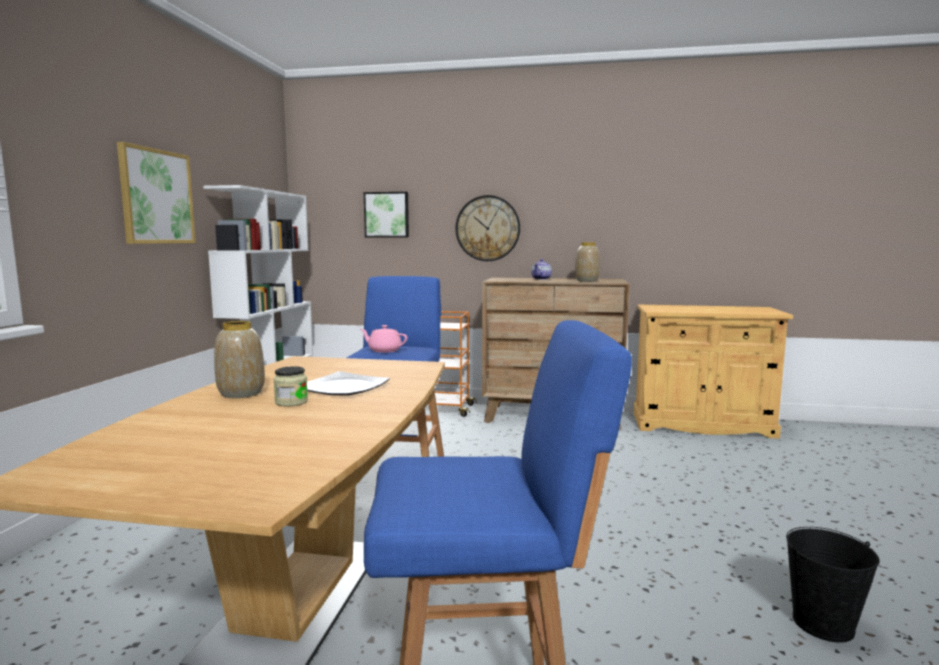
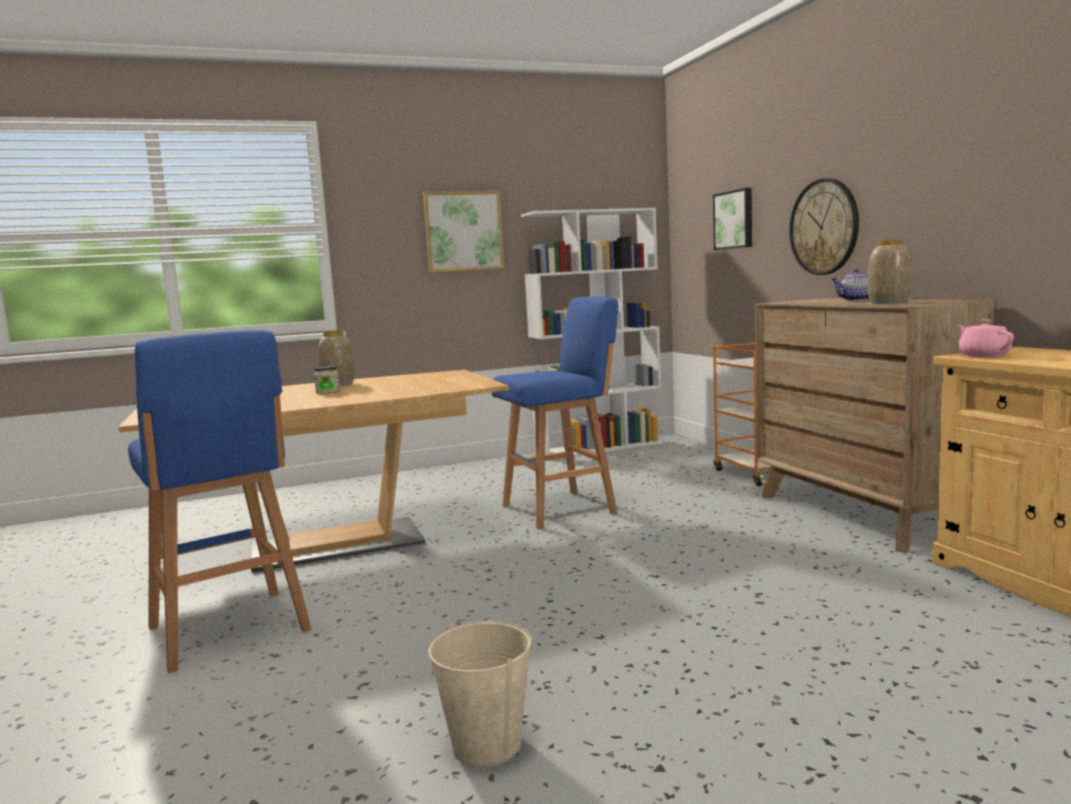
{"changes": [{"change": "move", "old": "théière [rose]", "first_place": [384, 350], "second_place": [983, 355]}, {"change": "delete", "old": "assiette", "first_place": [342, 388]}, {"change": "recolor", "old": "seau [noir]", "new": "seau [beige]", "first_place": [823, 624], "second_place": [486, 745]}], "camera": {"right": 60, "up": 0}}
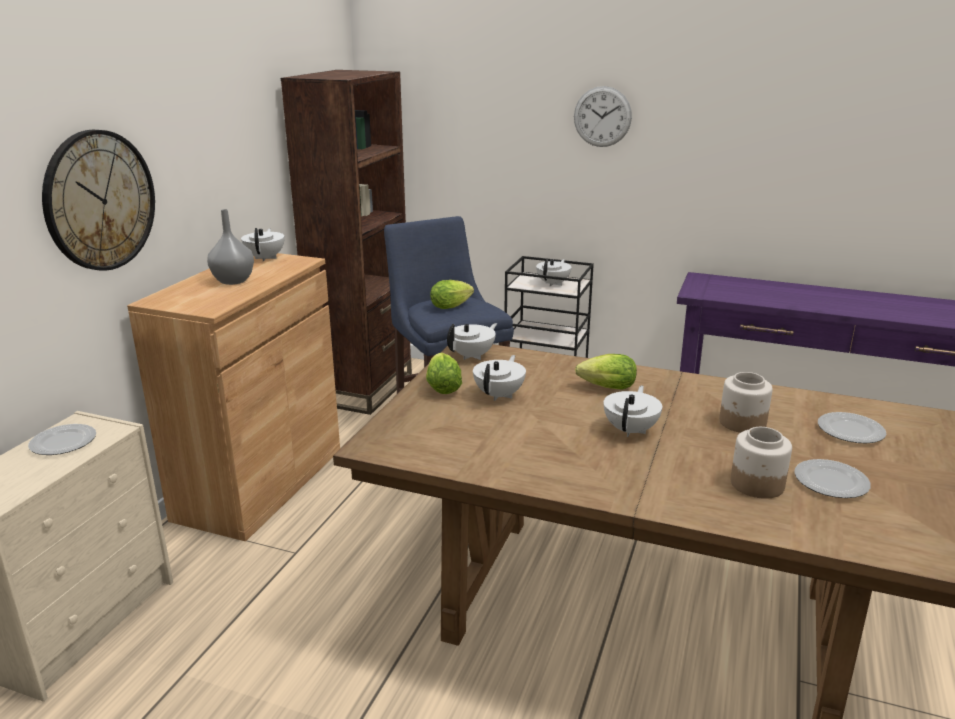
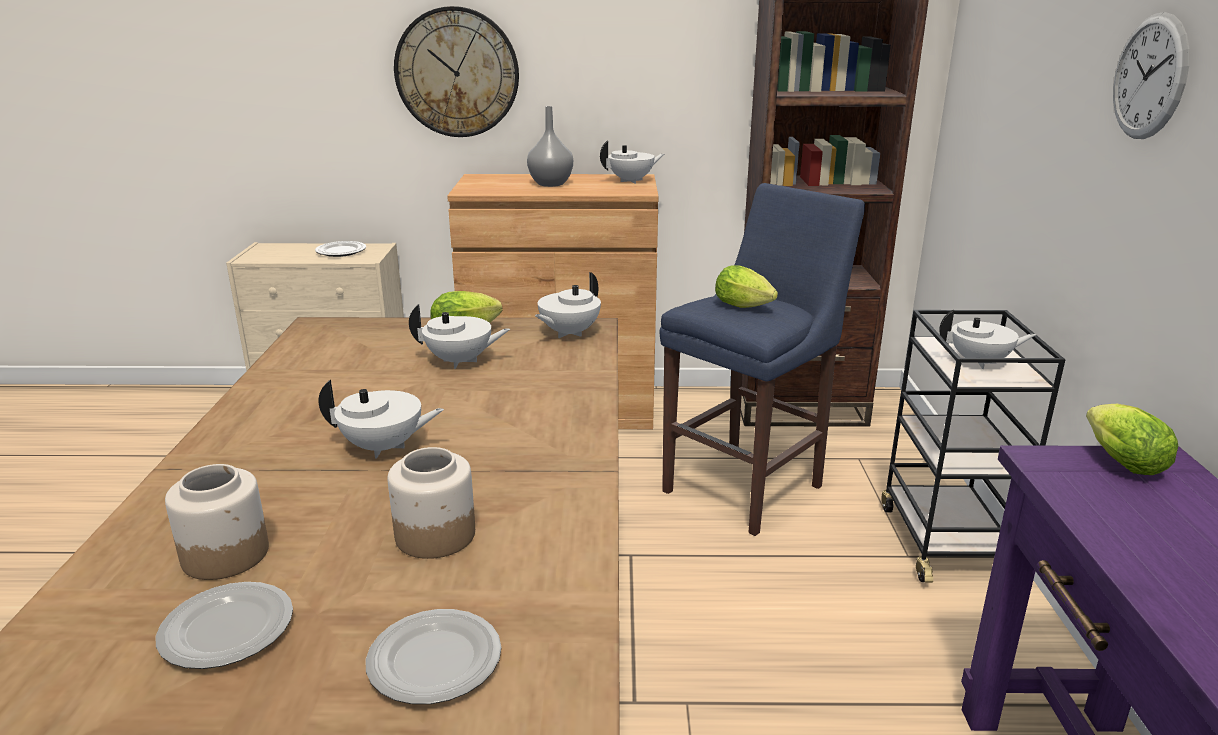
{"changes": [{"change": "rotate", "old": "théière [blanc]", "first_place": [472, 356], "second_place": [568, 333], "degrees": 105}, {"change": "move", "old": "laitue", "first_place": [604, 388], "second_place": [1118, 460]}], "camera": {"right": 70, "up": 0}}
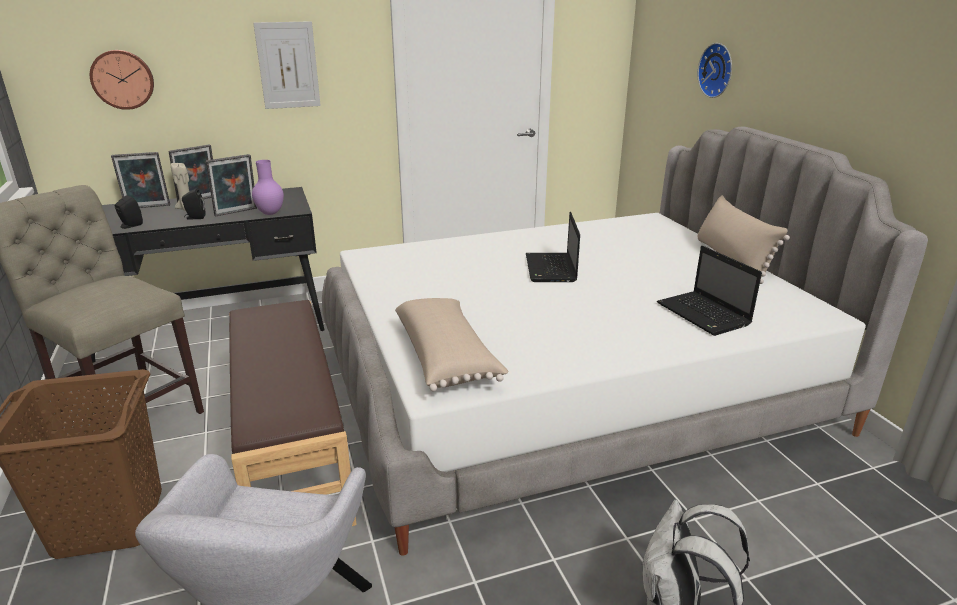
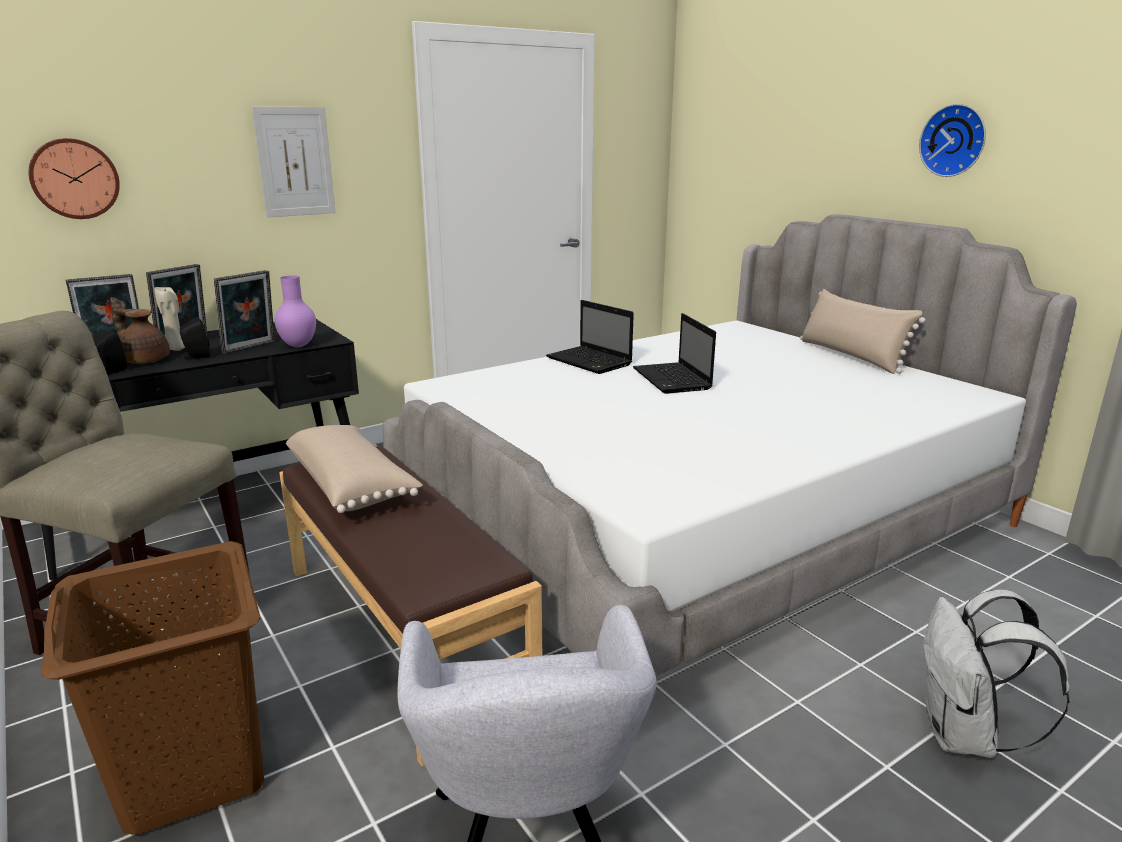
{"changes": [{"change": "move", "old": "horloge murale", "first_place": [718, 70], "second_place": [954, 140]}, {"change": "move", "old": "ordinateur portable", "first_place": [704, 315], "second_place": [590, 362]}, {"change": "move", "old": "coussin [beige]", "first_place": [447, 357], "second_place": [352, 486]}, {"change": "insert", "new": "théière [marron]", "second_place": [145, 360]}], "camera": {"right": -15, "up": -5}}
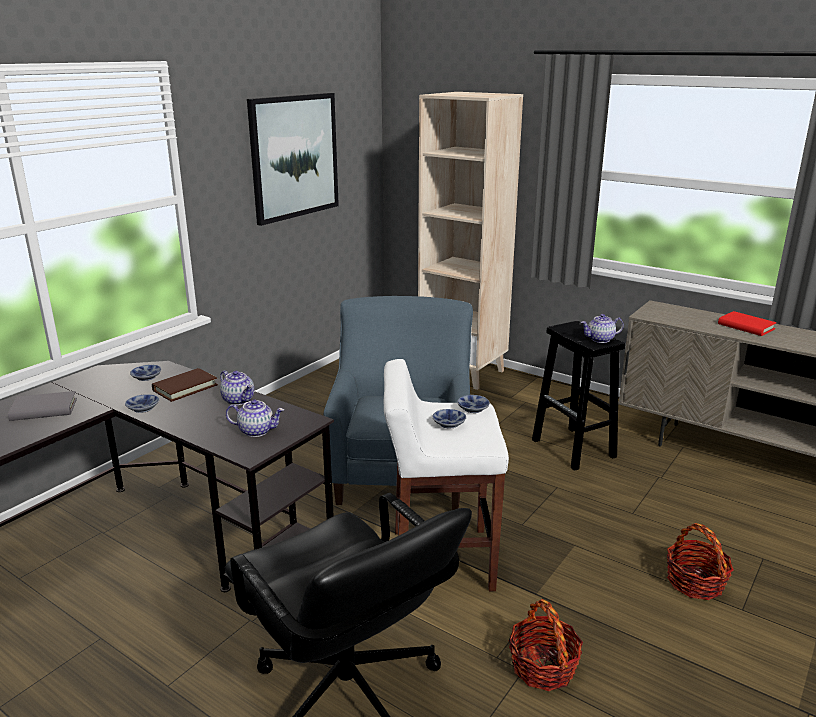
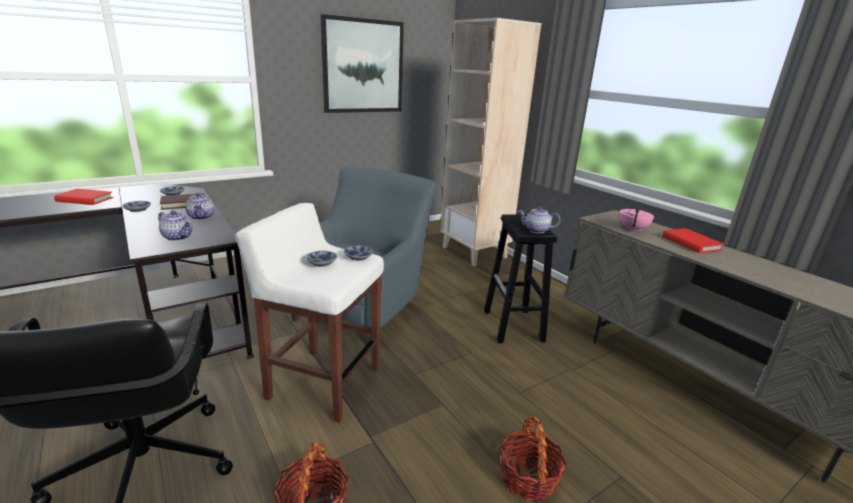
{"changes": [{"change": "recolor", "old": "livre [gris]", "new": "livre [rouge]", "first_place": [44, 410], "second_place": [85, 199]}, {"change": "insert", "new": "théière [rose]", "second_place": [633, 229]}], "camera": {"right": 20, "up": 0}}
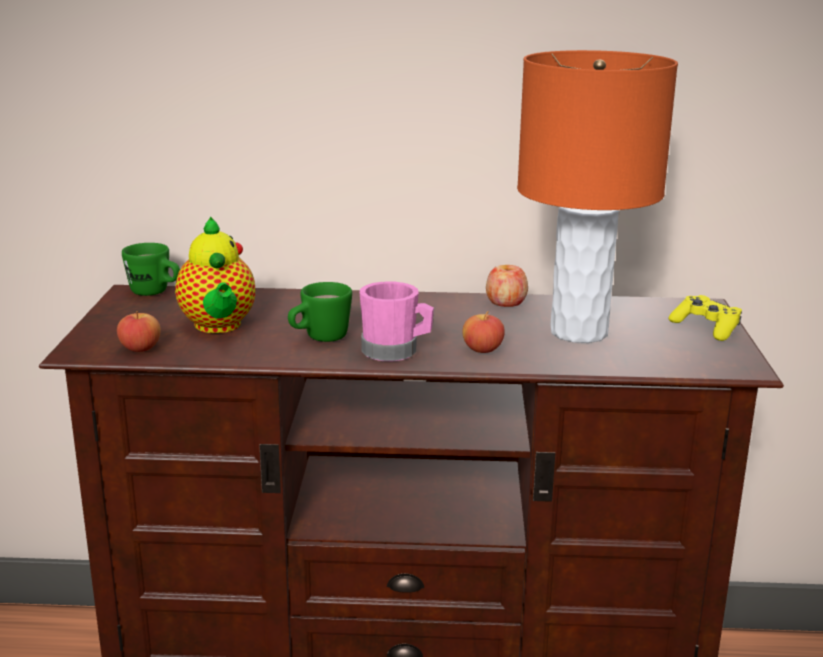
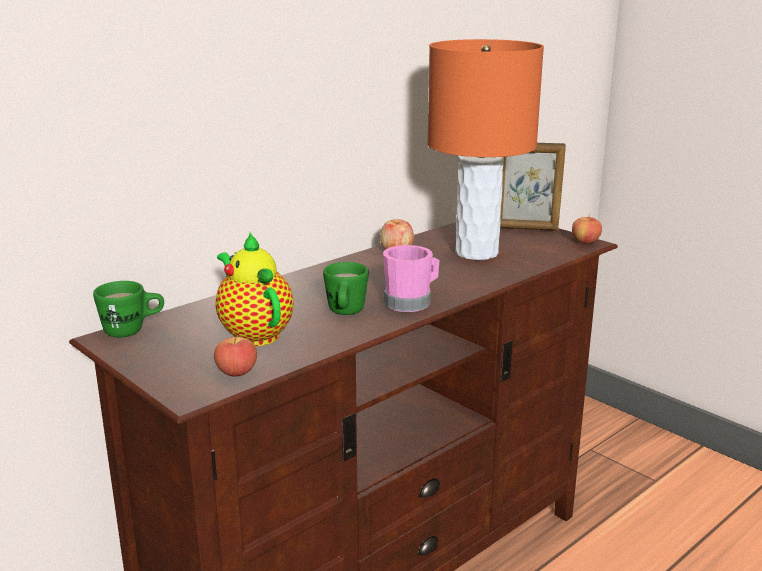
{"changes": [{"change": "rotate", "old": "théière", "first_place": [218, 326], "second_place": [254, 333], "degrees": -150}, {"change": "replace", "old": "manette [jaune]", "new": "cadre photo", "first_place": [706, 328], "second_place": [525, 228]}, {"change": "move", "old": "pomme", "first_place": [482, 349], "second_place": [585, 241]}], "camera": {"right": -45, "up": 0}}
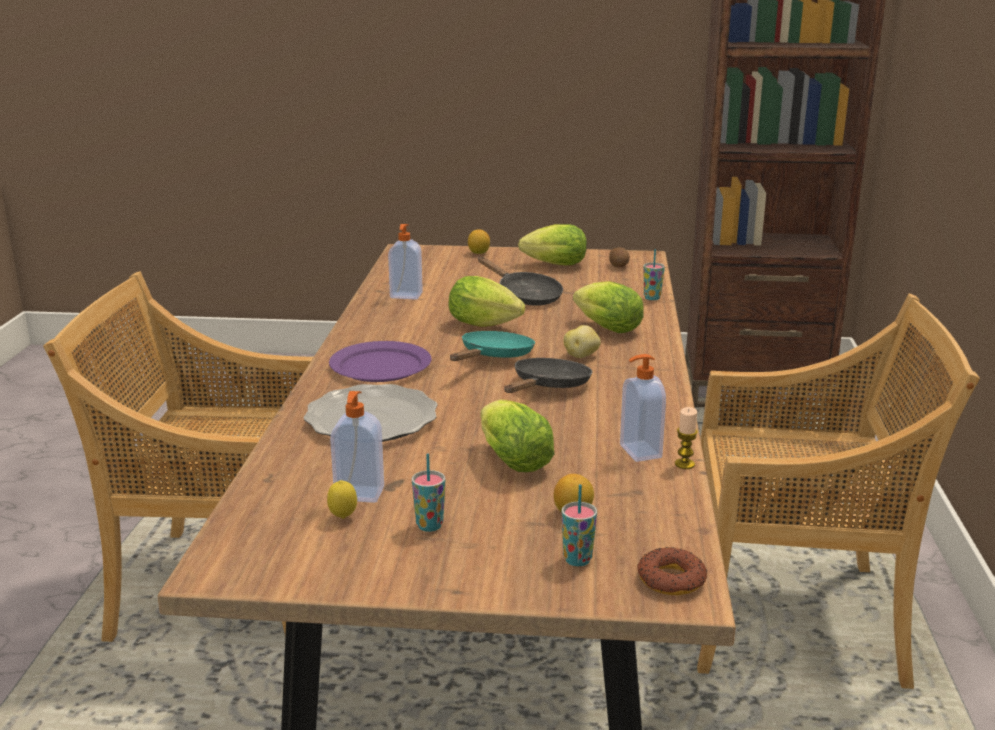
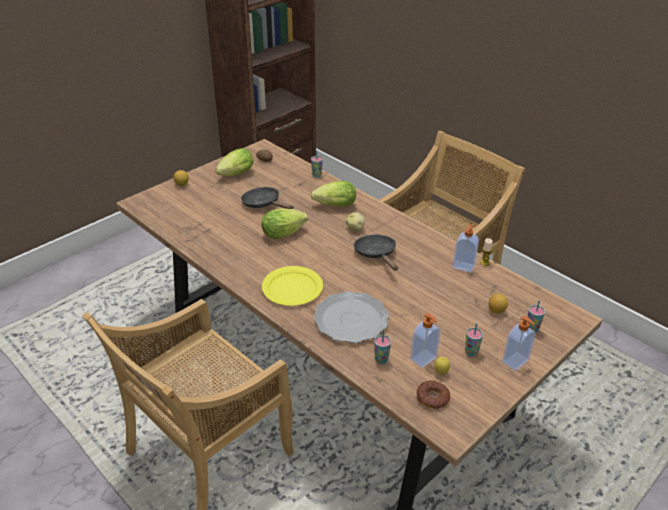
{"changes": [{"change": "move", "old": "distributeur de savon", "first_place": [406, 296], "second_place": [516, 362]}, {"change": "rotate", "old": "poêle [noir]", "first_place": [525, 296], "second_place": [264, 204], "degrees": -135}, {"change": "delete", "old": "poêle [turquoise]", "first_place": [494, 357]}, {"change": "recolor", "old": "assiette [violet]", "new": "assiette [jaune]", "first_place": [381, 366], "second_place": [293, 288]}, {"change": "delete", "old": "laitue", "first_place": [510, 460]}, {"change": "move", "old": "beignet", "first_place": [670, 579], "second_place": [432, 398]}, {"change": "insert", "new": "tasse", "second_place": [381, 360]}], "camera": {"right": -50, "up": 15}}
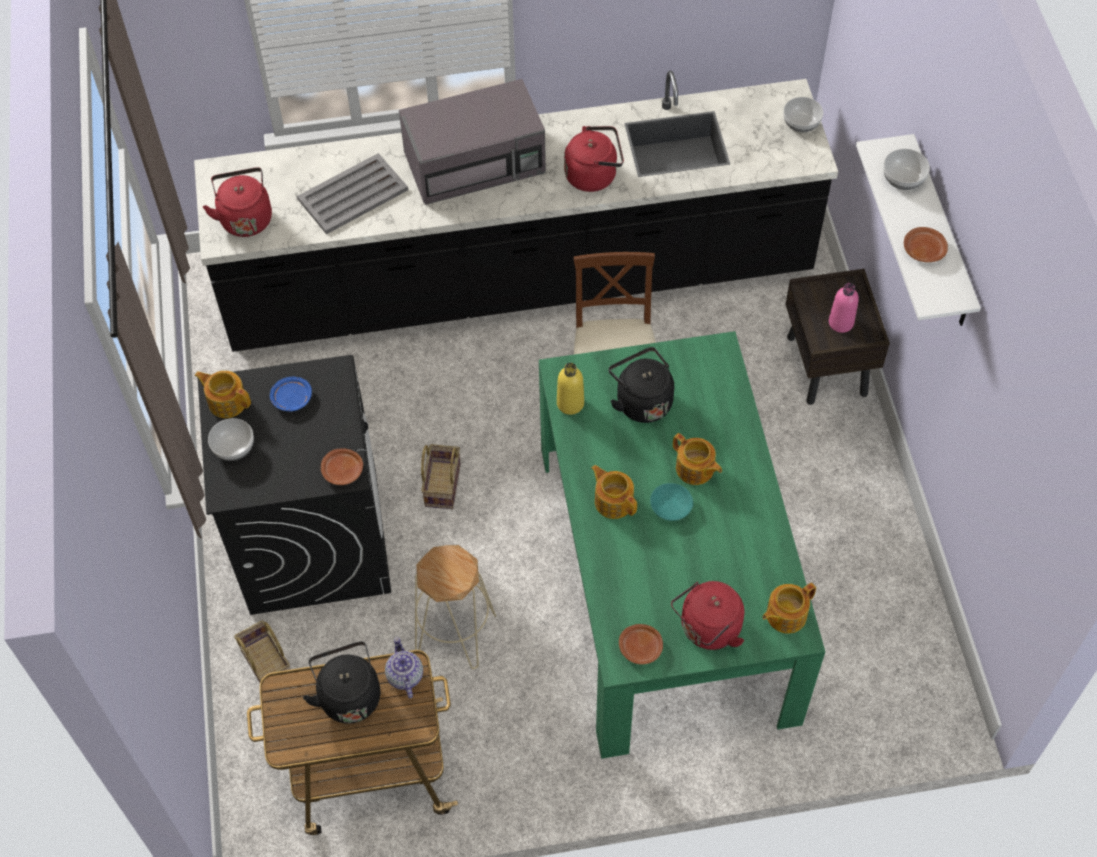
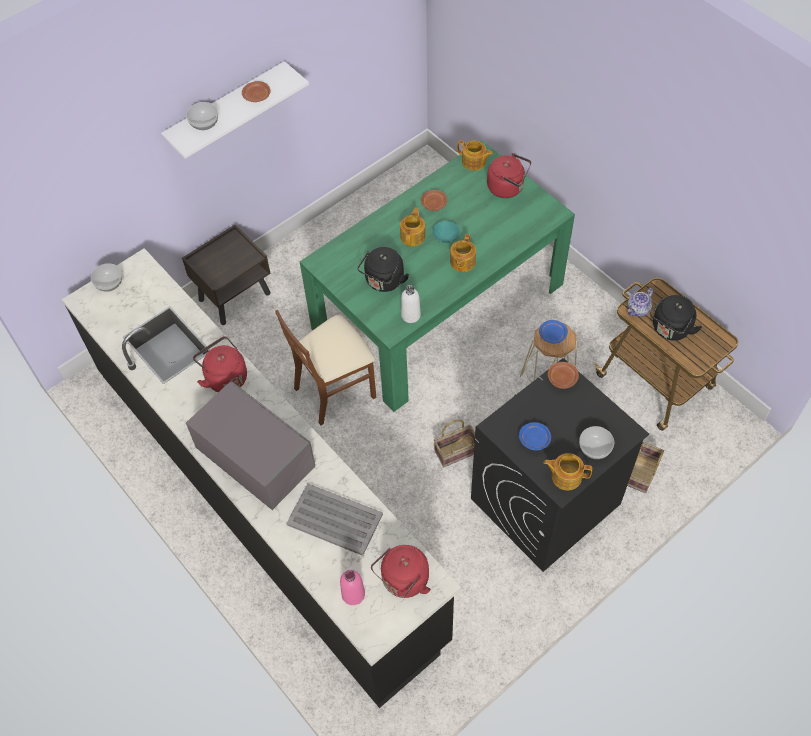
{"changes": [{"change": "move", "old": "bouteille [rose]", "first_place": [841, 322], "second_place": [353, 594]}, {"change": "recolor", "old": "bouteille [jaune]", "new": "bouteille [blanc]", "first_place": [570, 403], "second_place": [410, 315]}, {"change": "rotate", "old": "théière", "first_place": [227, 401], "second_place": [565, 476], "degrees": 105}, {"change": "move", "old": "assiette [marron]", "first_place": [641, 648], "second_place": [434, 203]}, {"change": "insert", "new": "assiette [bleu]", "second_place": [552, 335]}], "camera": {"right": -120, "up": 0}}
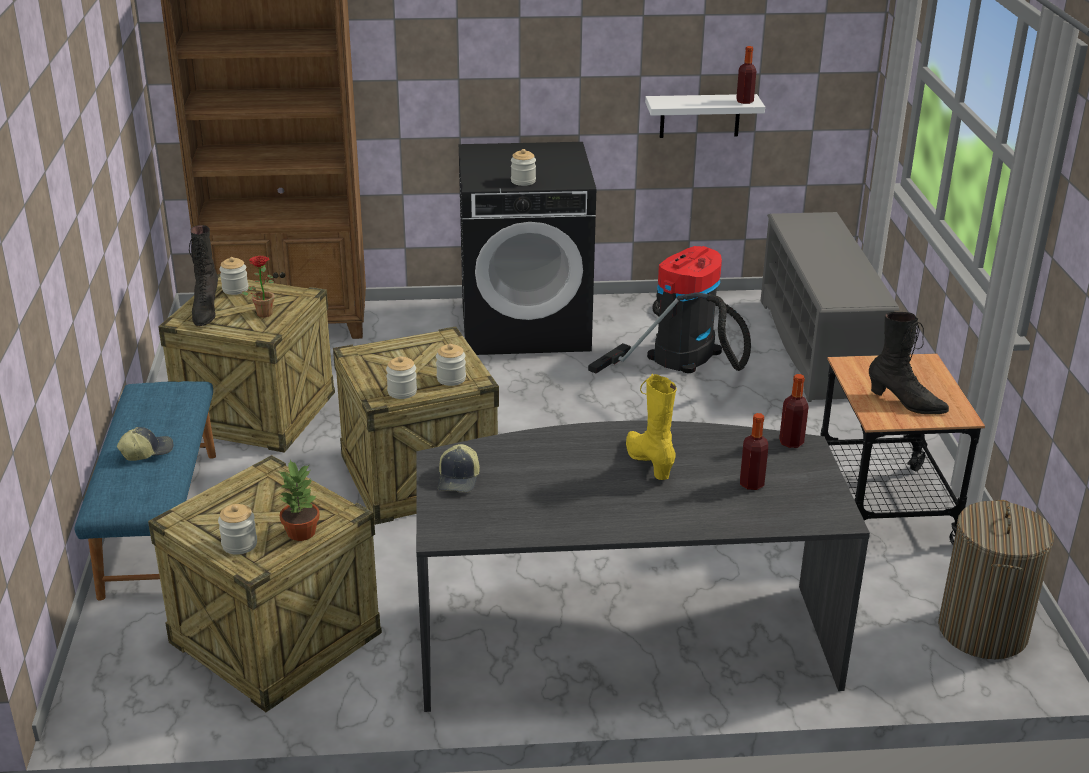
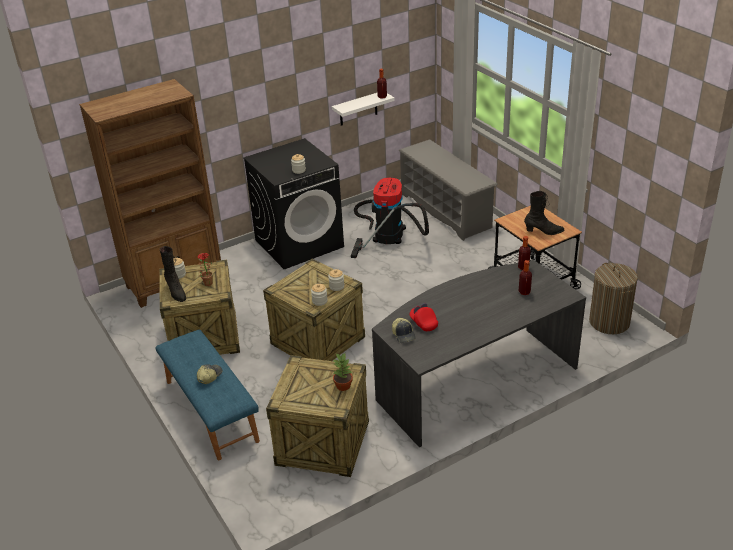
{"changes": [{"change": "delete", "old": "botte [jaune]", "first_place": [649, 462]}, {"change": "delete", "old": "bocal", "first_place": [239, 544]}, {"change": "insert", "new": "casquette [rouge]", "second_place": [423, 323]}], "camera": {"right": -25, "up": 5}}
